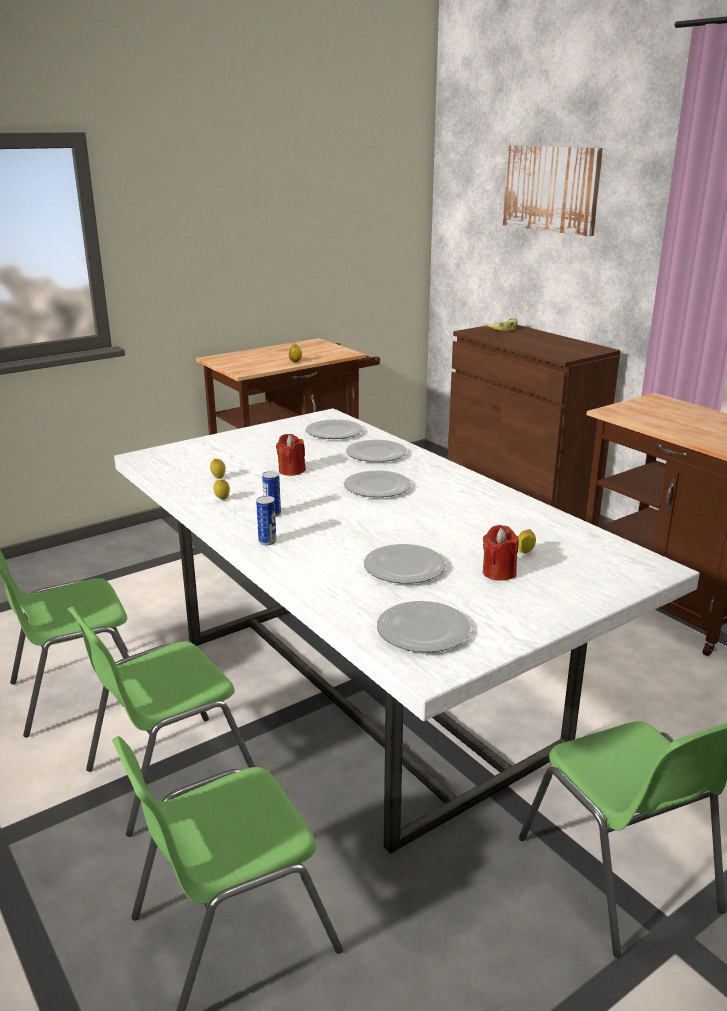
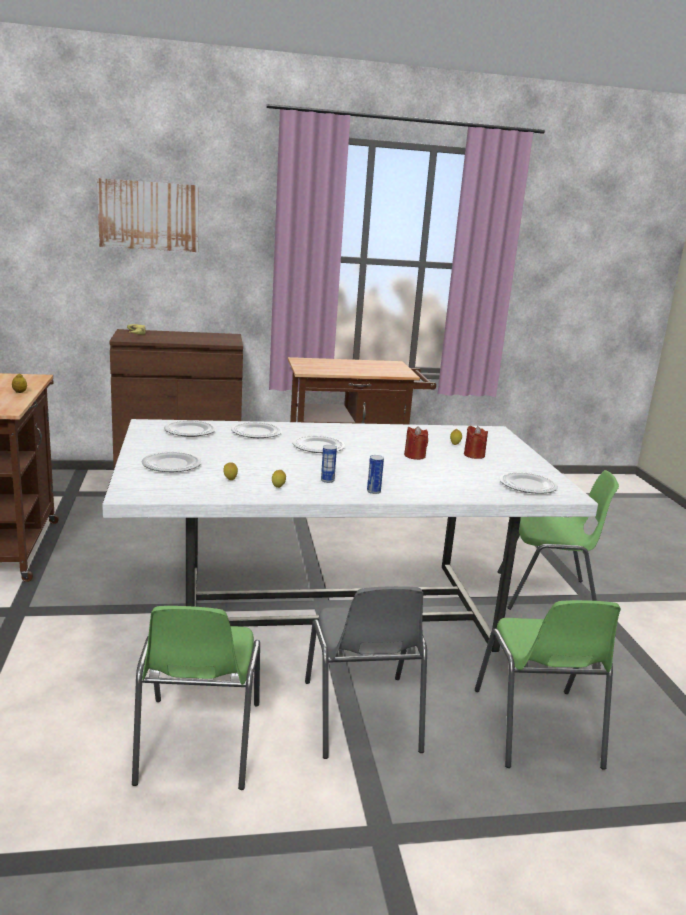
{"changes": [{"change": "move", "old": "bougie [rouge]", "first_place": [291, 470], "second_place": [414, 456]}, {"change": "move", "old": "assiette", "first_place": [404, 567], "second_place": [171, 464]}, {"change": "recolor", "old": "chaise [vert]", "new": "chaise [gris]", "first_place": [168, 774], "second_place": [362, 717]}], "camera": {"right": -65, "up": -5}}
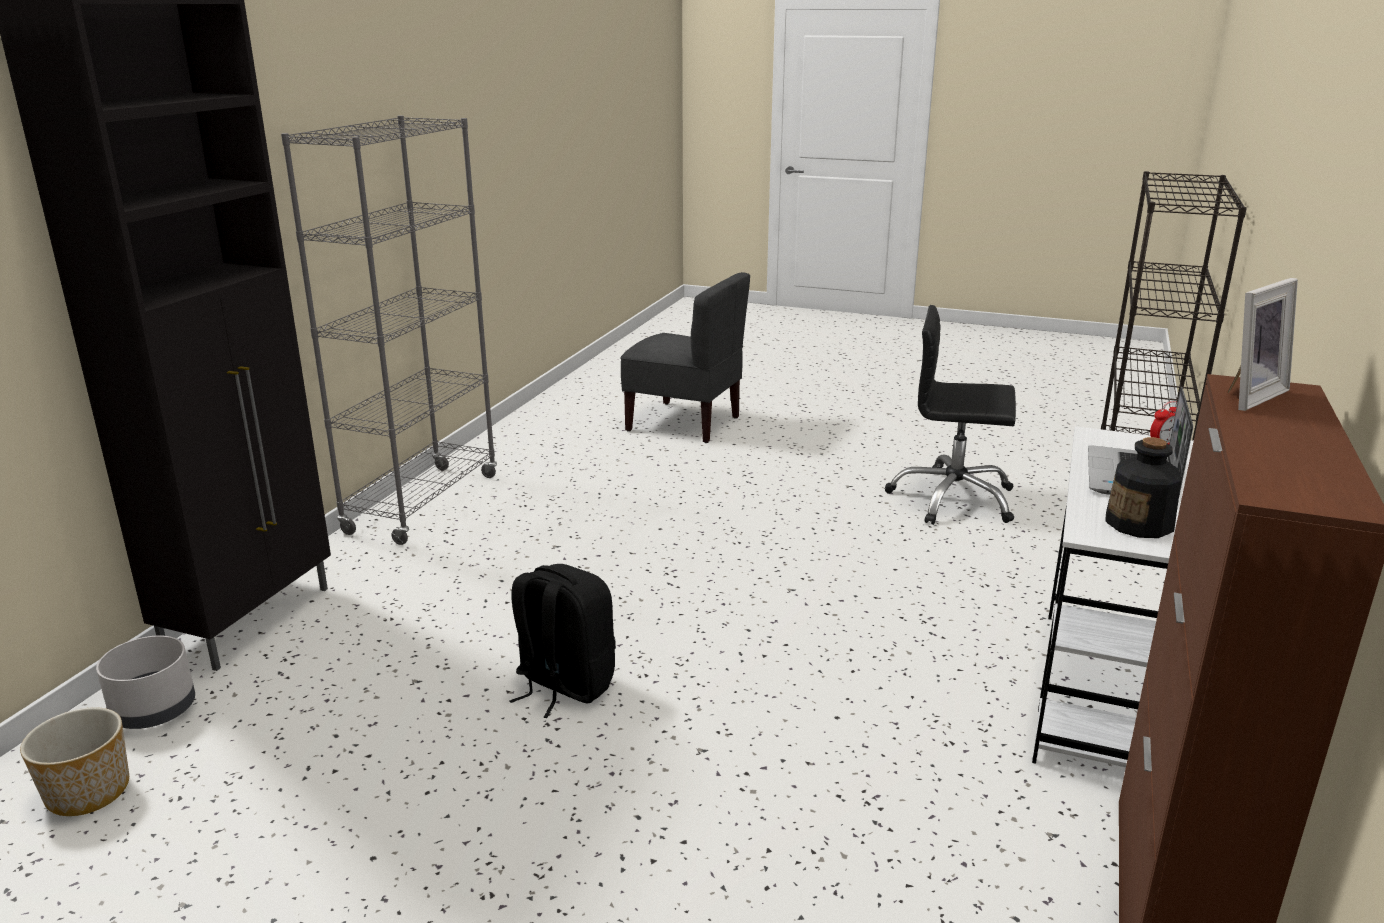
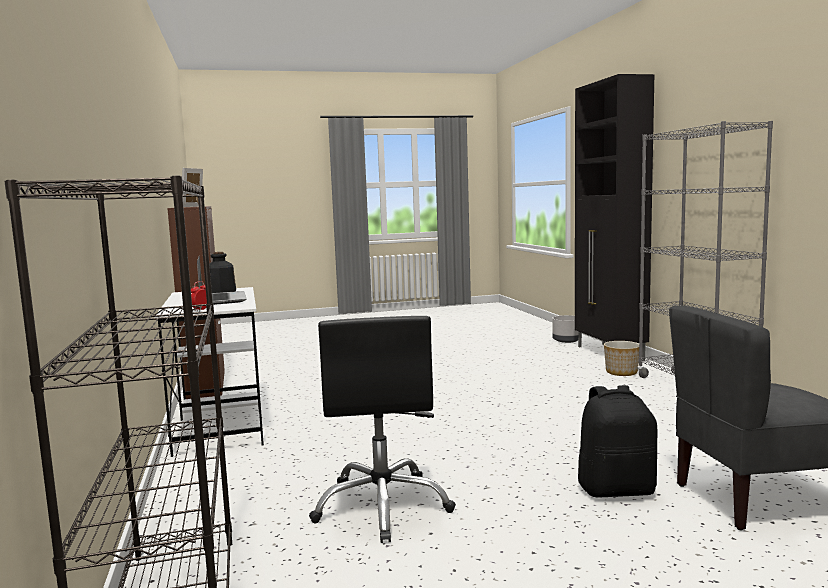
{"changes": [{"change": "rotate", "old": "chaise de bureau [noir]", "first_place": [952, 499], "second_place": [383, 506], "degrees": 105}, {"change": "move", "old": "sac à dos [noir]", "first_place": [563, 685], "second_place": [616, 489]}, {"change": "move", "old": "cache-pot", "first_place": [89, 791], "second_place": [622, 372]}], "camera": {"right": 145, "up": -15}}
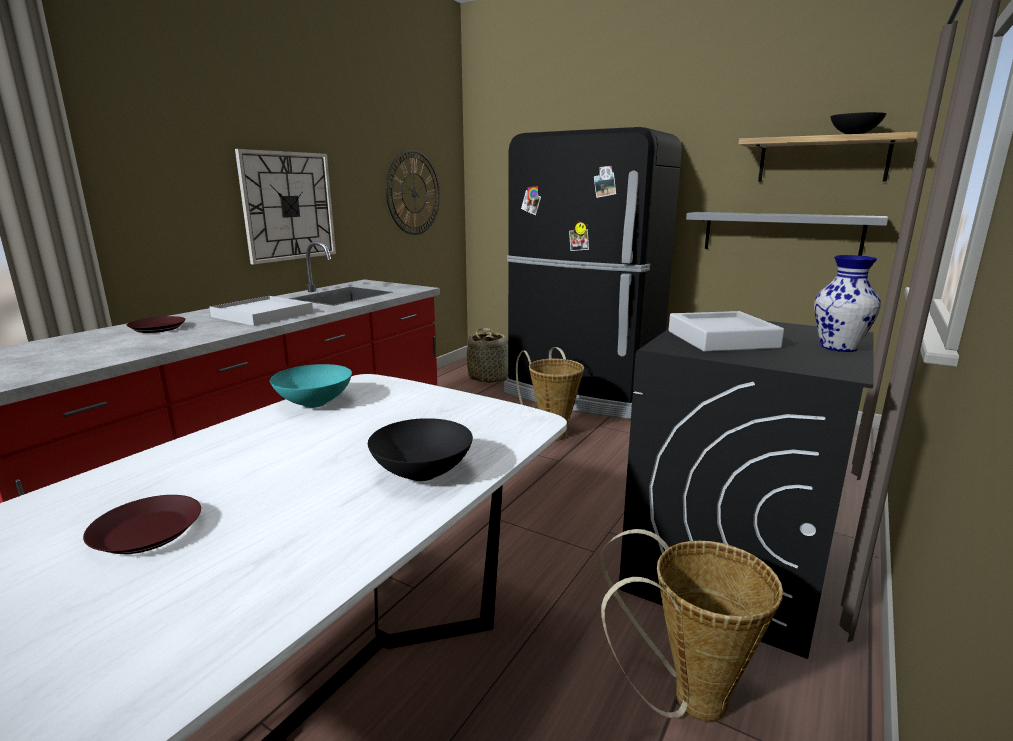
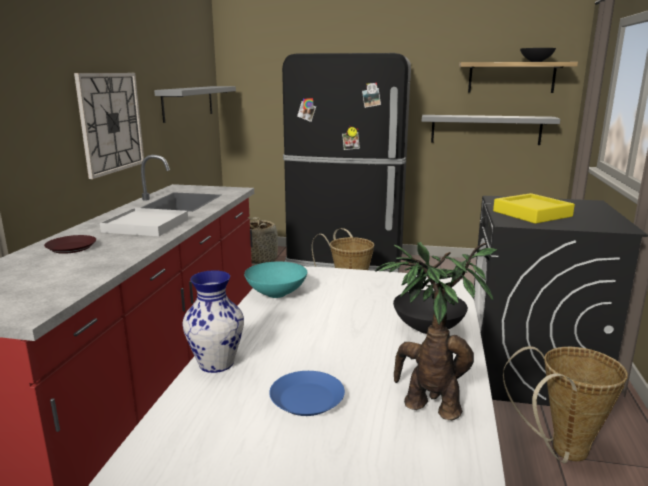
{"changes": [{"change": "replace", "old": "horloge murale", "new": "étagère [gris]", "first_place": [414, 193], "second_place": [188, 103]}, {"change": "move", "old": "vase", "first_place": [838, 347], "second_place": [215, 364]}, {"change": "recolor", "old": "plateau [gris]", "new": "plateau [jaune]", "first_place": [721, 339], "second_place": [532, 214]}, {"change": "recolor", "old": "assiette [marron]", "new": "assiette [bleu]", "first_place": [147, 531], "second_place": [306, 399]}, {"change": "insert", "new": "plante en pot", "second_place": [426, 404]}], "camera": {"right": -20, "up": 0}}
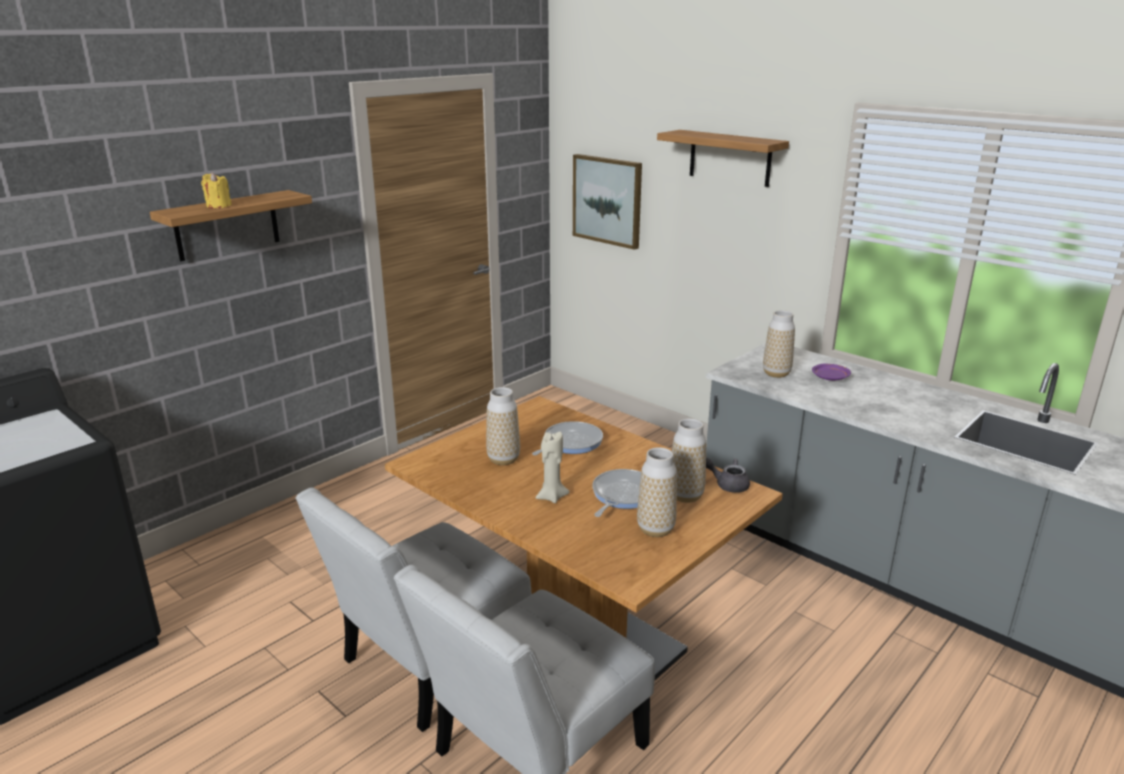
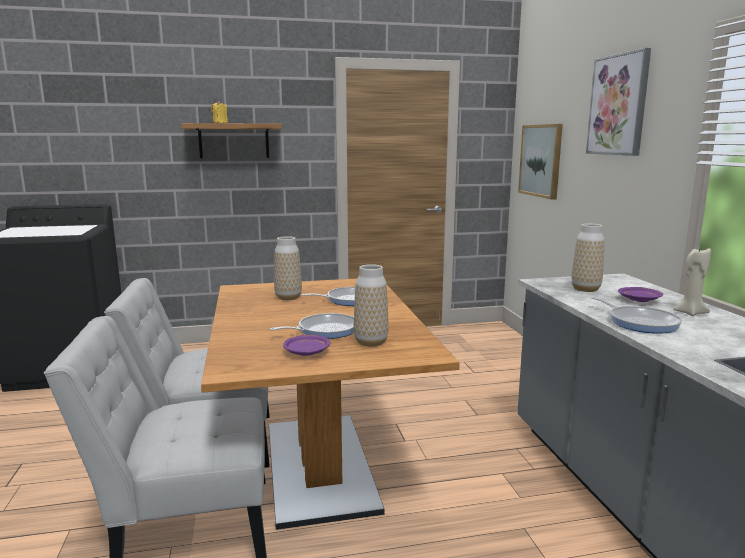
{"changes": [{"change": "replace", "old": "étagère", "new": "tableau", "first_place": [730, 158], "second_place": [618, 105]}, {"change": "move", "old": "bougie [beige]", "first_place": [551, 497], "second_place": [690, 313]}, {"change": "replace", "old": "vase", "new": "assiette [violet]", "first_place": [655, 529], "second_place": [307, 352]}, {"change": "delete", "old": "théière [gris]", "first_place": [727, 484]}, {"change": "insert", "new": "poêle", "second_place": [640, 322]}], "camera": {"right": 35, "up": -10}}
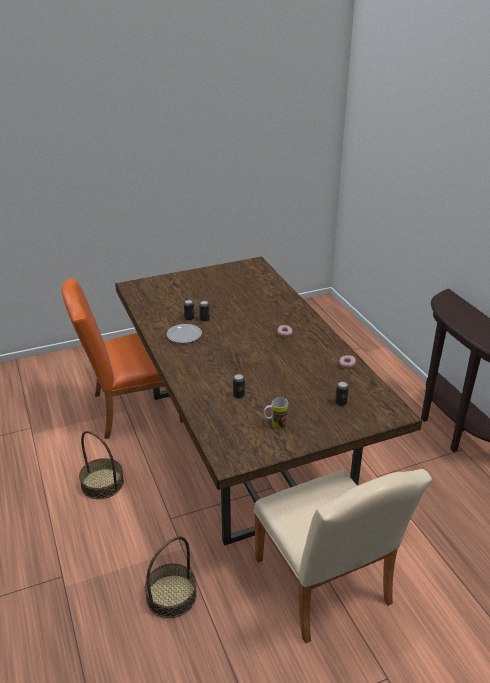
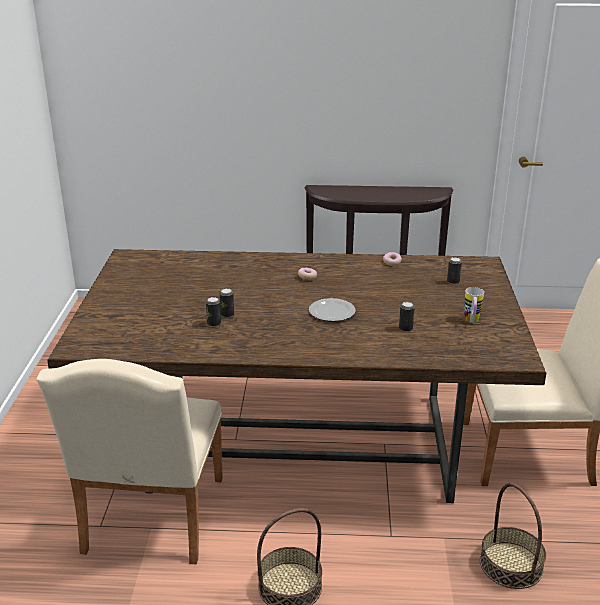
{"changes": [{"change": "recolor", "old": "chaise [orange]", "new": "chaise [beige]", "first_place": [131, 409], "second_place": [151, 522]}, {"change": "move", "old": "assiette", "first_place": [184, 335], "second_place": [331, 312]}], "camera": {"right": -65, "up": -5}}
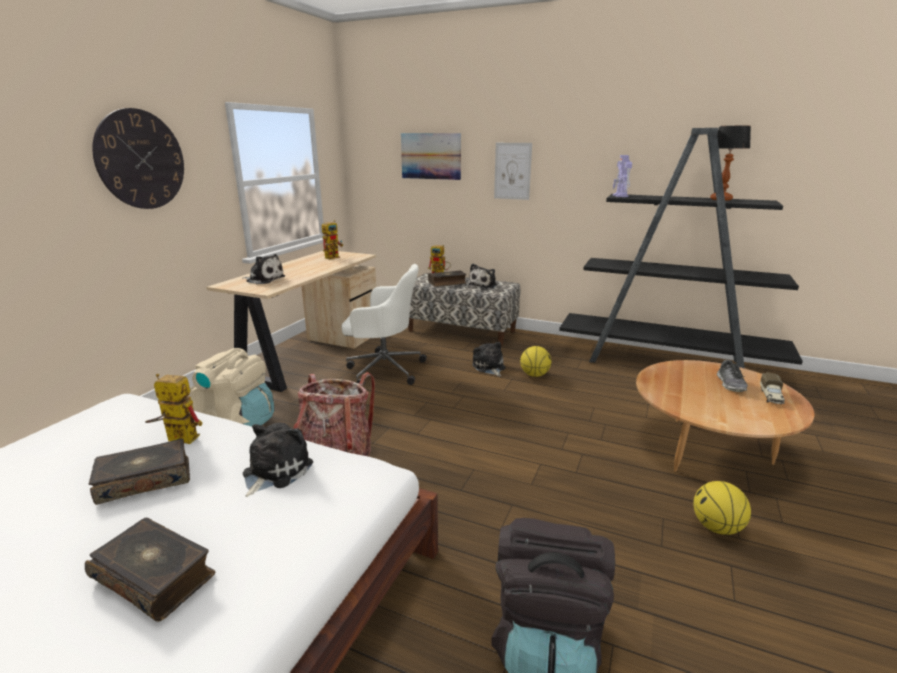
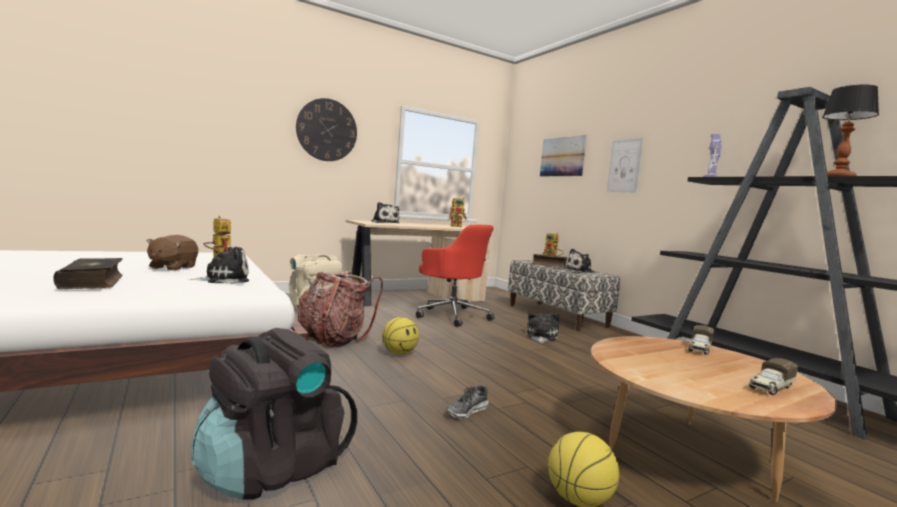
{"changes": [{"change": "recolor", "old": "chaise de bureau [blanc]", "new": "chaise de bureau [rouge]", "first_place": [383, 369], "second_place": [452, 315]}, {"change": "move", "old": "ballon de basket", "first_place": [534, 375], "second_place": [399, 353]}, {"change": "move", "old": "chaussure", "first_place": [730, 384], "second_place": [467, 411]}, {"change": "replace", "old": "livre", "new": "peluche [marron]", "first_place": [145, 480], "second_place": [172, 267]}, {"change": "insert", "new": "camion jouet", "second_place": [699, 349]}], "camera": {"right": 35, "up": -15}}
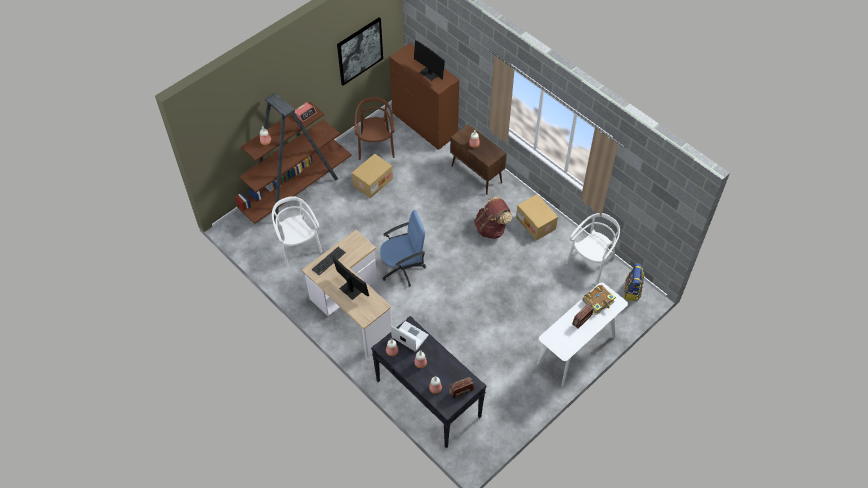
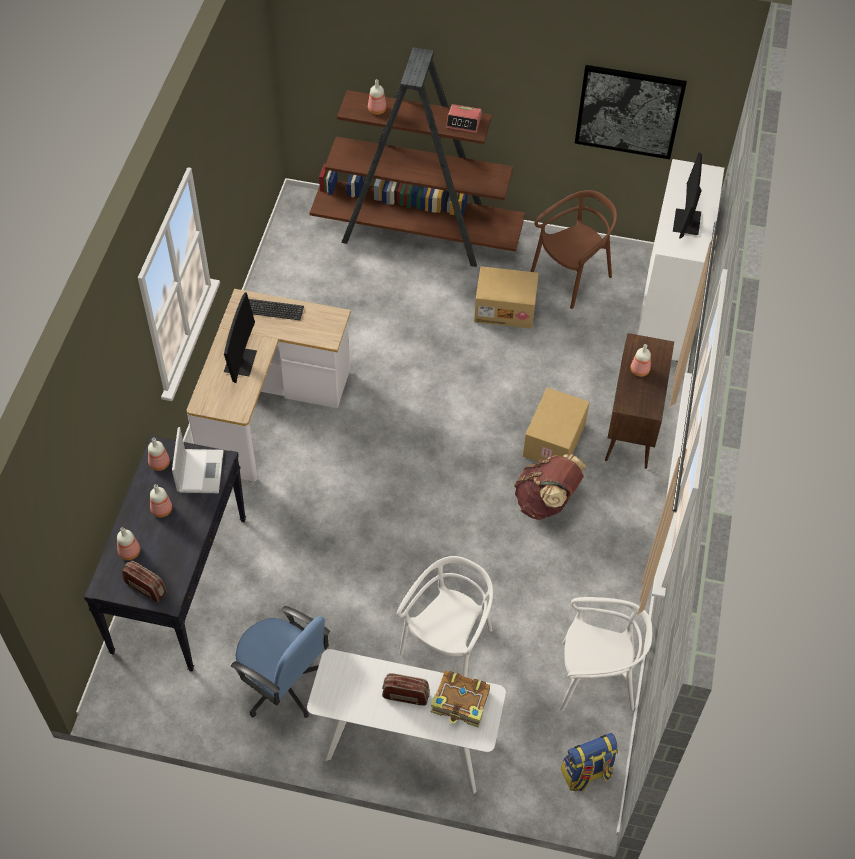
{"changes": [{"change": "recolor", "old": "commode [marron]", "new": "commode [blanc]", "first_place": [424, 125], "second_place": [666, 311]}, {"change": "move", "old": "carton", "first_place": [536, 223], "second_place": [555, 441]}, {"change": "move", "old": "chaise [blanc]", "first_place": [298, 246], "second_place": [448, 645]}, {"change": "move", "old": "chaise de bureau [bleu]", "first_place": [403, 268], "second_place": [282, 683]}], "camera": {"right": 55, "up": 0}}
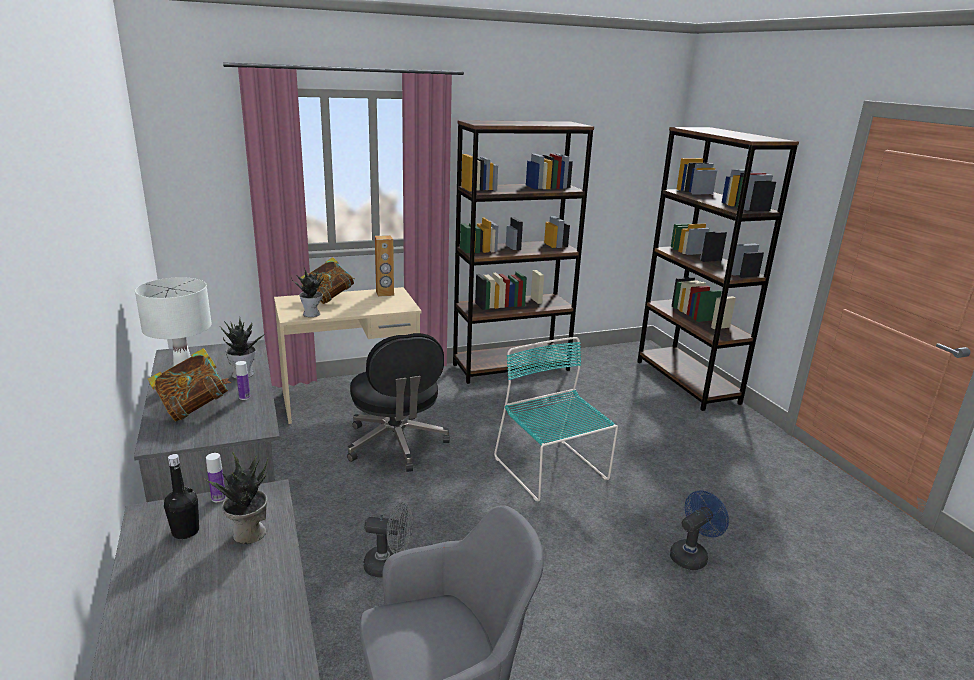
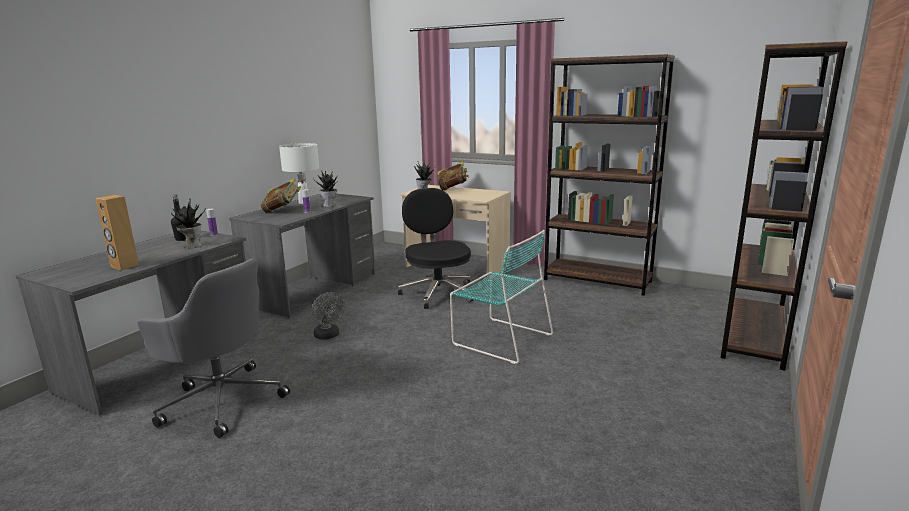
{"changes": [{"change": "move", "old": "enceinte [marron]", "first_place": [385, 293], "second_place": [124, 266]}, {"change": "rotate", "old": "chaise de bureau [noir]", "first_place": [396, 444], "second_place": [437, 292], "degrees": 135}, {"change": "rotate", "old": "chaise [turquoise]", "first_place": [552, 470], "second_place": [500, 338], "degrees": 105}, {"change": "delete", "old": "ventilateur [bleu]", "first_place": [692, 555]}], "camera": {"right": 50, "up": -5}}
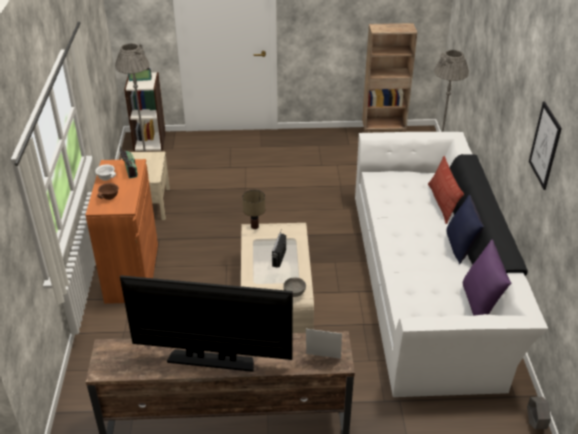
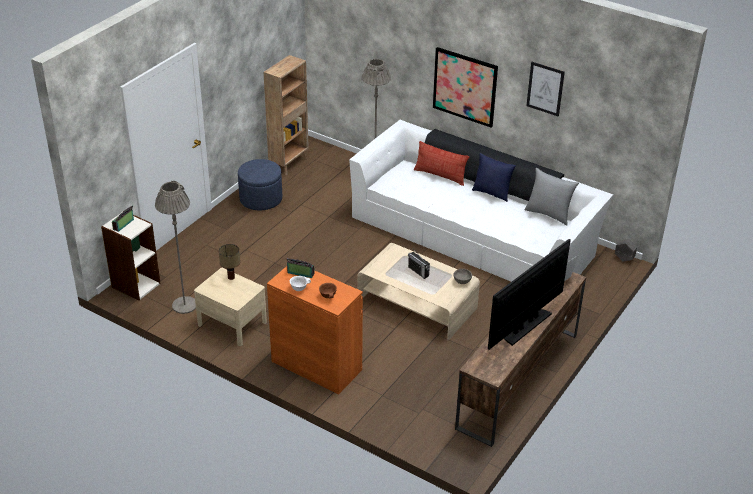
{"changes": [{"change": "move", "old": "lampe de table", "first_place": [254, 226], "second_place": [231, 277]}, {"change": "recolor", "old": "coussin [violet]", "new": "coussin [gris]", "first_place": [480, 304], "second_place": [548, 214]}, {"change": "insert", "new": "tableau", "second_place": [465, 86]}, {"change": "insert", "new": "pouf [bleu]", "second_place": [261, 199]}], "camera": {"right": -55, "up": 0}}
